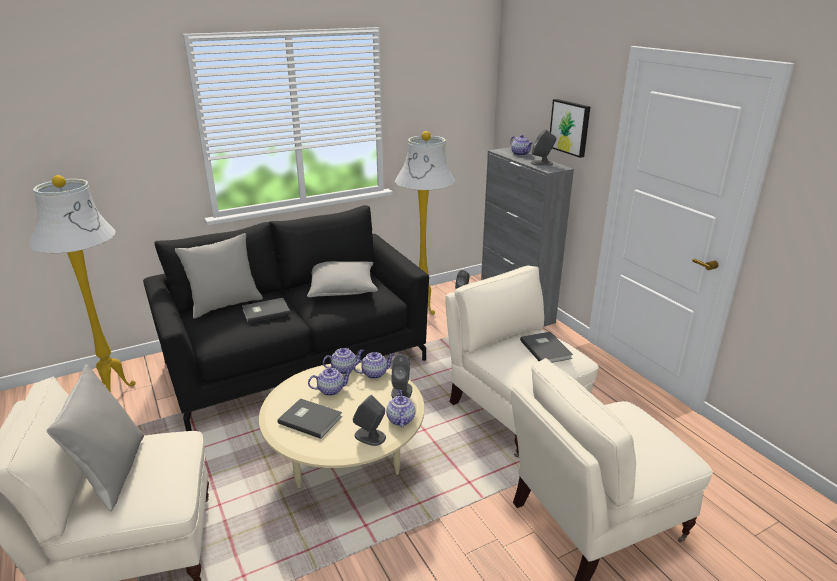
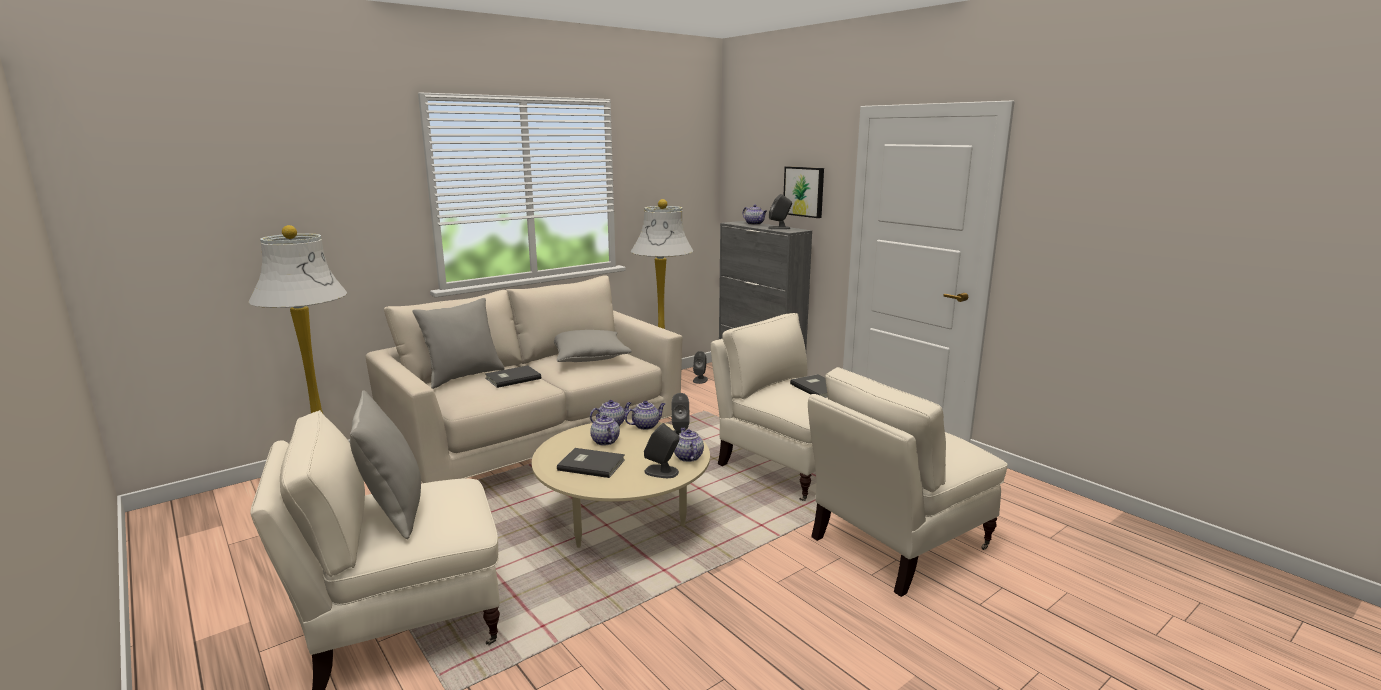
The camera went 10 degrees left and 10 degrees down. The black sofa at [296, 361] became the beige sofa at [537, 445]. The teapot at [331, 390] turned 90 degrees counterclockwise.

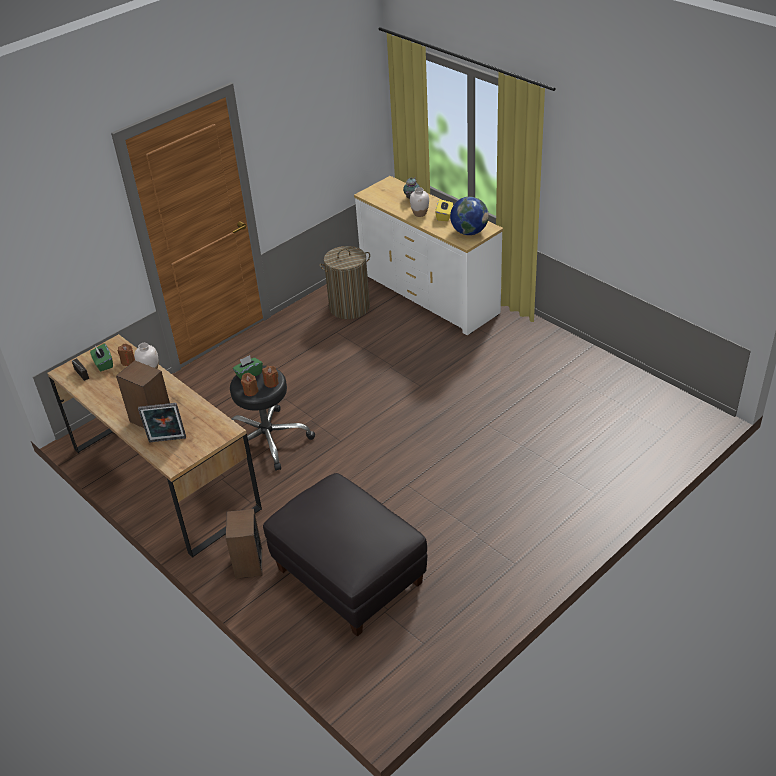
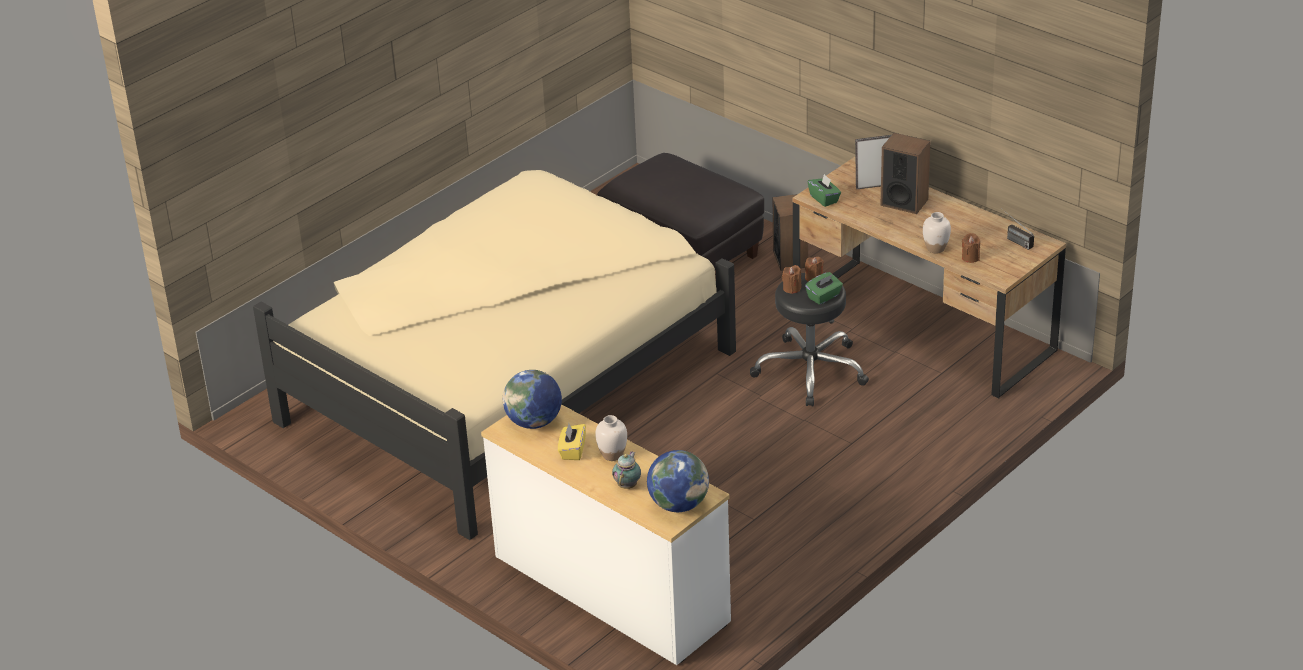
The camera went 175 degrees right and 5 degrees down. The laundry basket at [349, 307] disappeared. The beige bed at [505, 376] appeared. The globe at [678, 504] appeared. The green tissue box moved from [103, 364] to [824, 199].

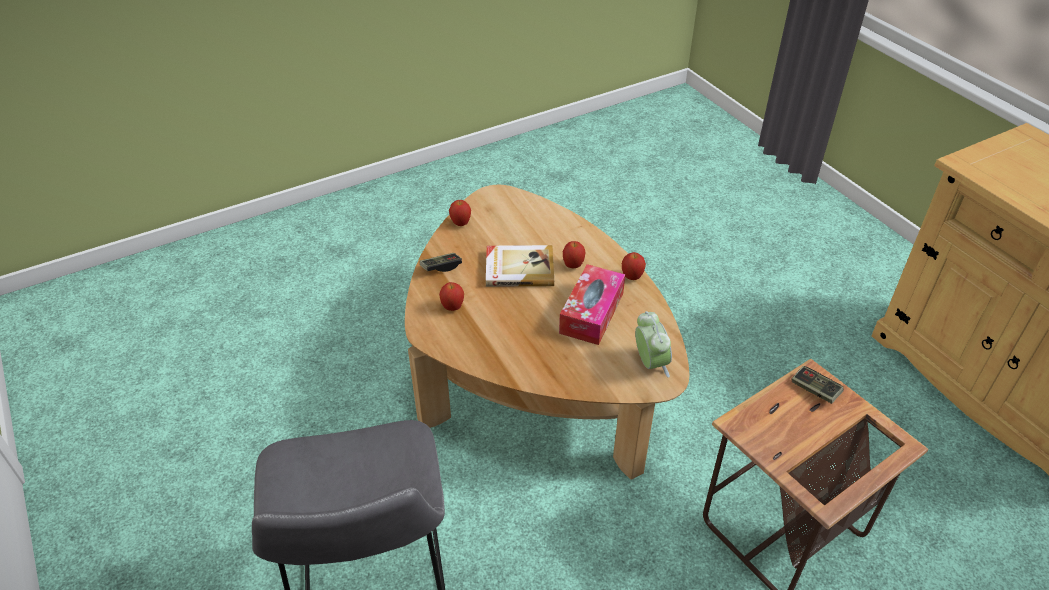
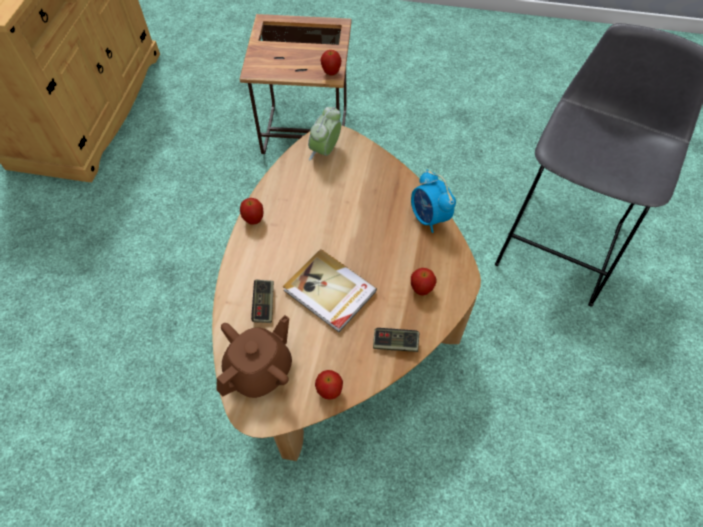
The camera went 140 degrees left and 15 degrees up. The tissue box at [591, 313] disappeared. The brown teapot at [260, 369] appeared. The alarm clock at [429, 218] appeared. The apple moved from [573, 266] to [331, 73]. The game controller moved from [815, 390] to [264, 305].

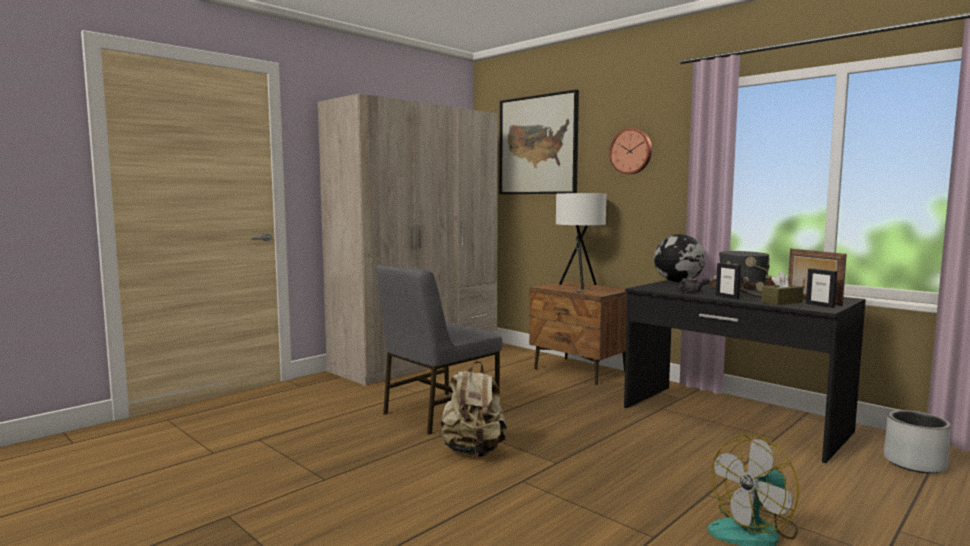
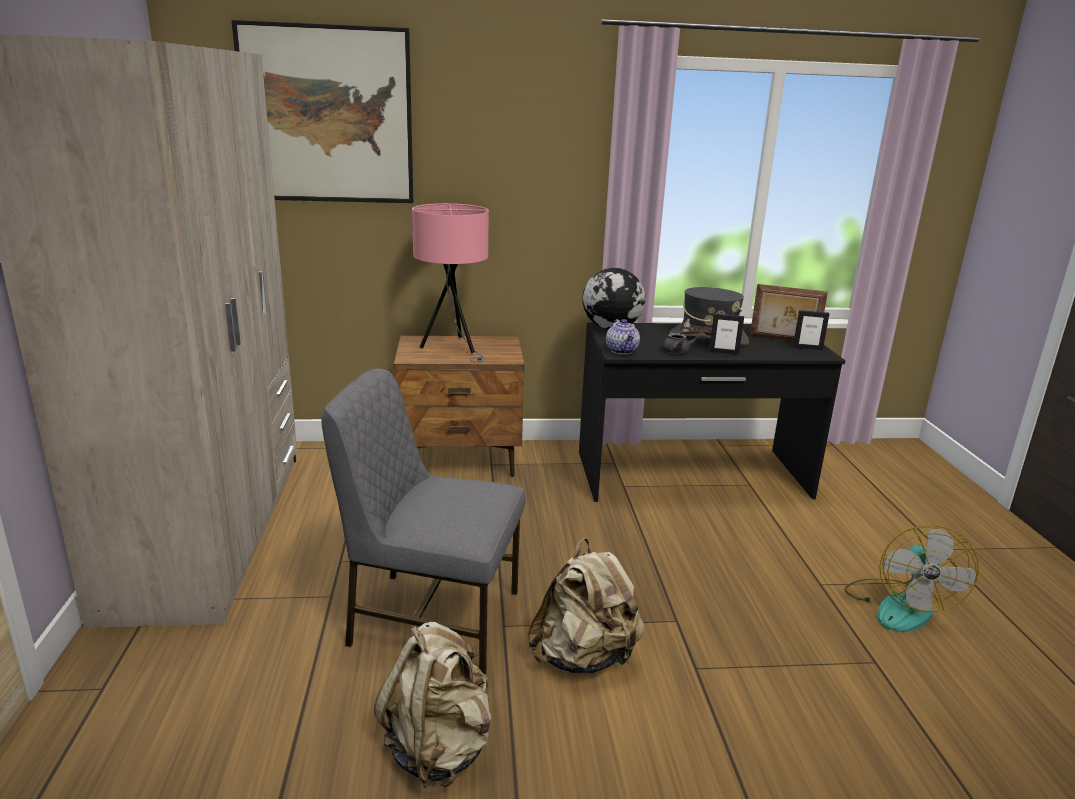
The camera went 50 degrees left and 15 degrees up. The wall clock at [631, 151] disappeared. The brown tissue box at [781, 302] disappeared. The grey planter at [913, 463] disappeared. The beige backpack at [439, 748] appeared. The teapot at [622, 351] appeared. The white table lamp at [579, 287] became the pink table lamp at [453, 348]. The grey chair at [438, 413] turned 105 degrees clockwise.

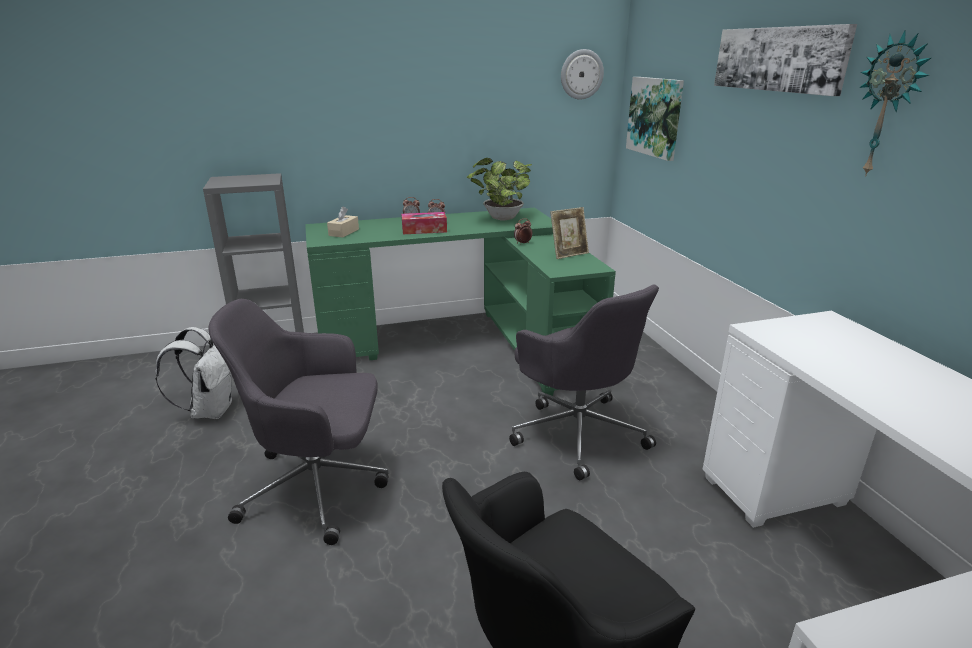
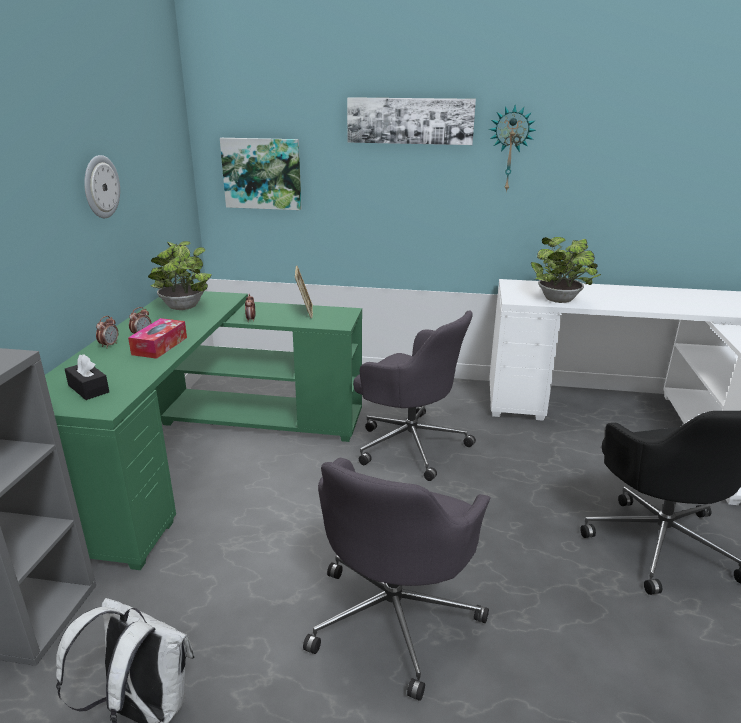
The camera went 65 degrees left and 0 degrees up. The potted plant at [560, 301] appeared. The wall clock moved from [581, 74] to [100, 187]. The beige tissue box at [344, 232] became the black tissue box at [88, 389]. The grey office chair at [577, 432] turned 45 degrees clockwise.

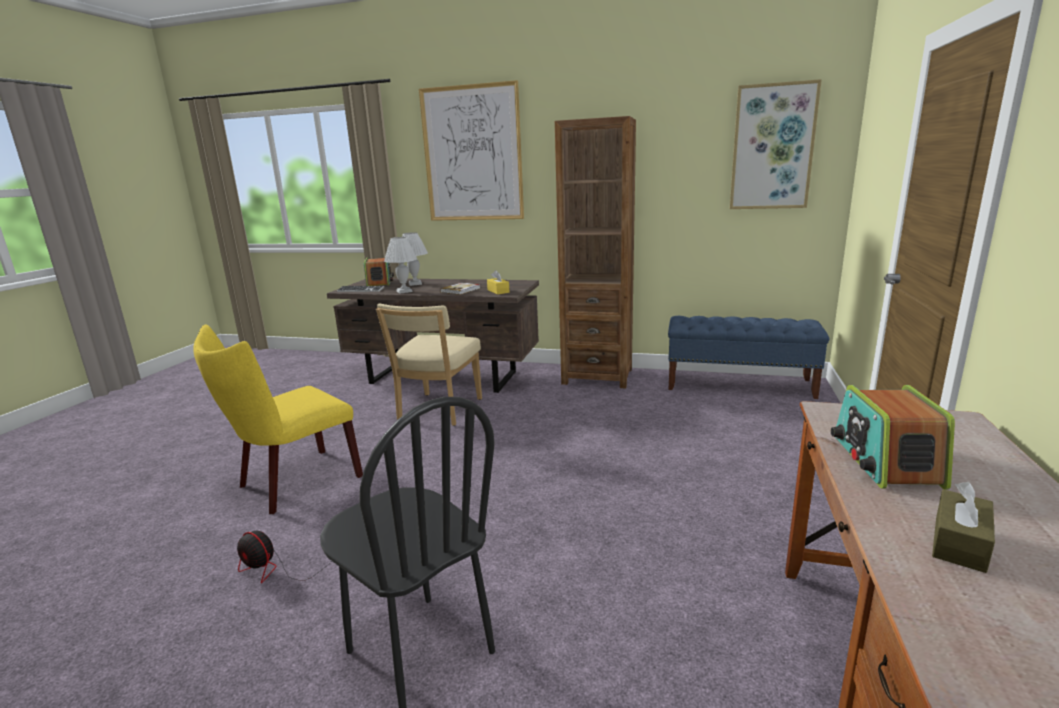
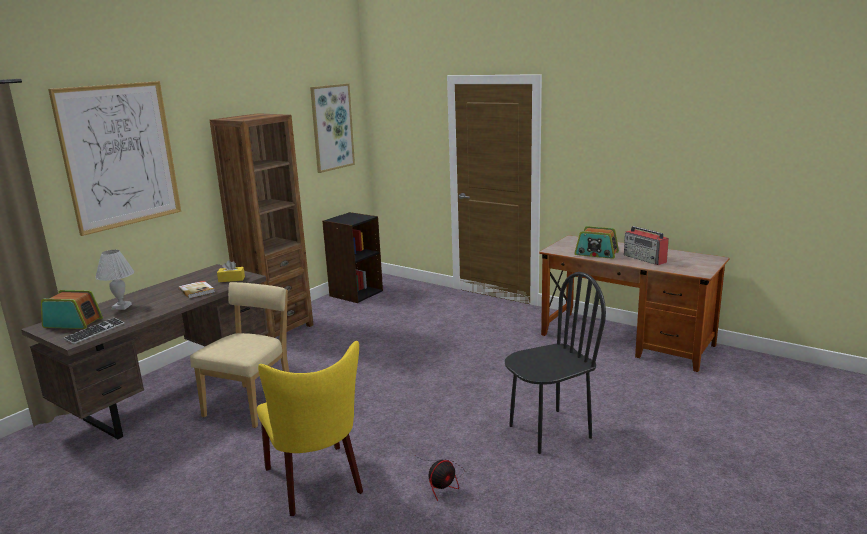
The camera went 70 degrees left and 0 degrees up. The white table lamp at [404, 291] disappeared. The blue bench at [739, 384] was replaced by the black bookcase at [355, 293]. The brown tissue box at [959, 543] was replaced by the radio at [645, 259]. The beige chair at [438, 411] turned 105 degrees counterclockwise.

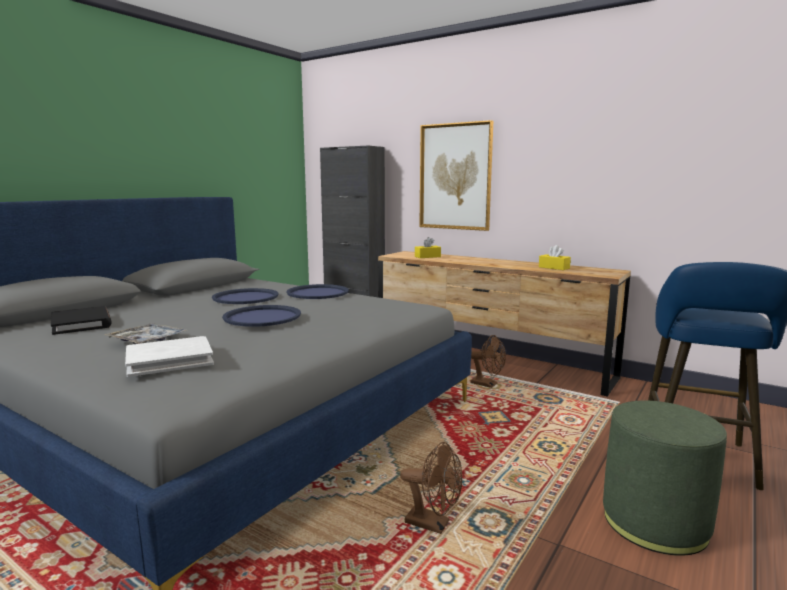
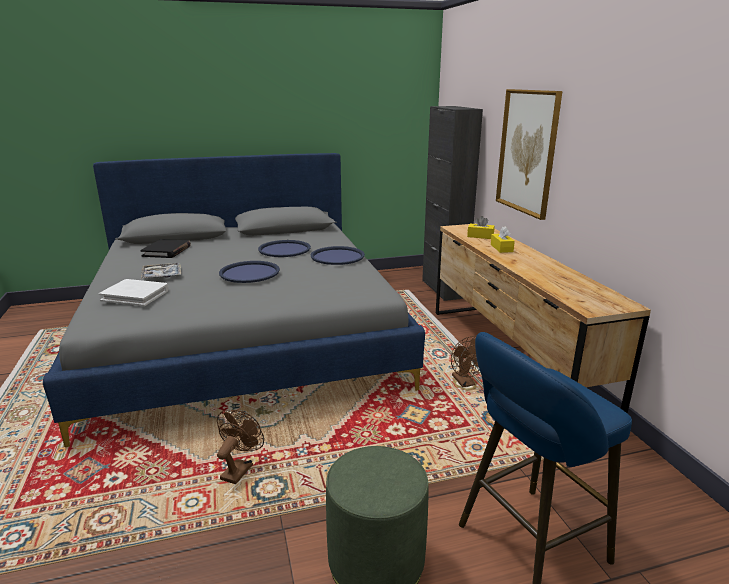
The camera went 40 degrees right and 10 degrees up. The yellow tissue box moved from [554, 268] to [501, 248]. The brown fan at [434, 524] turned 135 degrees counterclockwise.

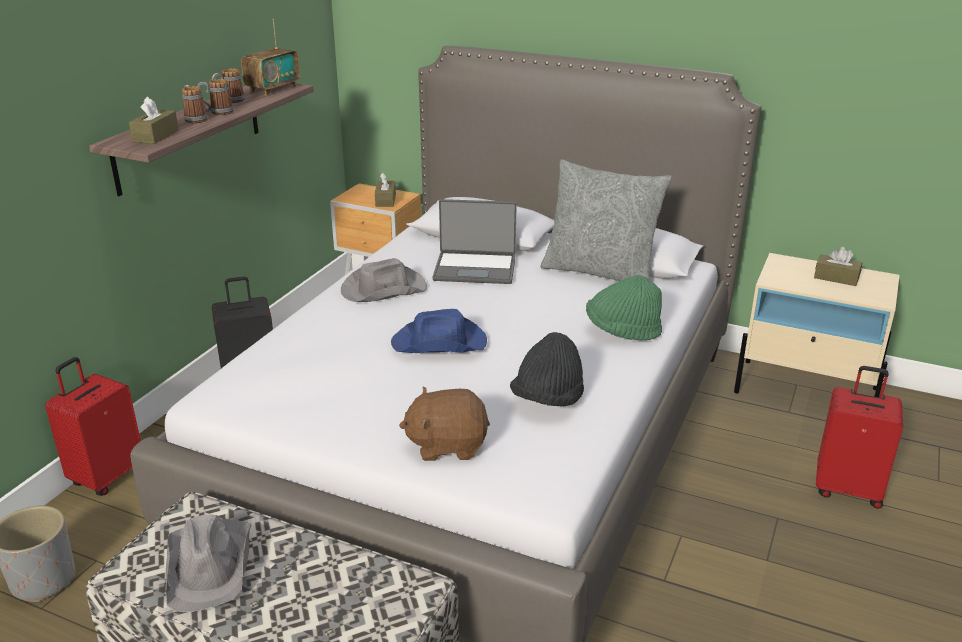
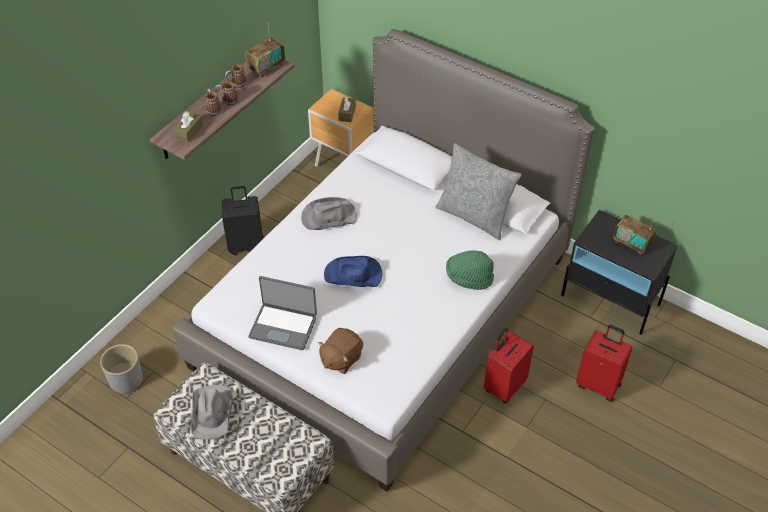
The camera went 10 degrees right and 20 degrees up. The black hat at [548, 399] disappeared. The red suitcase moved from [107, 476] to [504, 386]. The laptop moved from [475, 269] to [283, 326]. The brown tissue box at [836, 278] was replaced by the radio at [631, 243]. The beige nightstand at [806, 391] became the black nightstand at [611, 300]. The brown plush toy at [447, 445] turned 60 degrees counterclockwise.

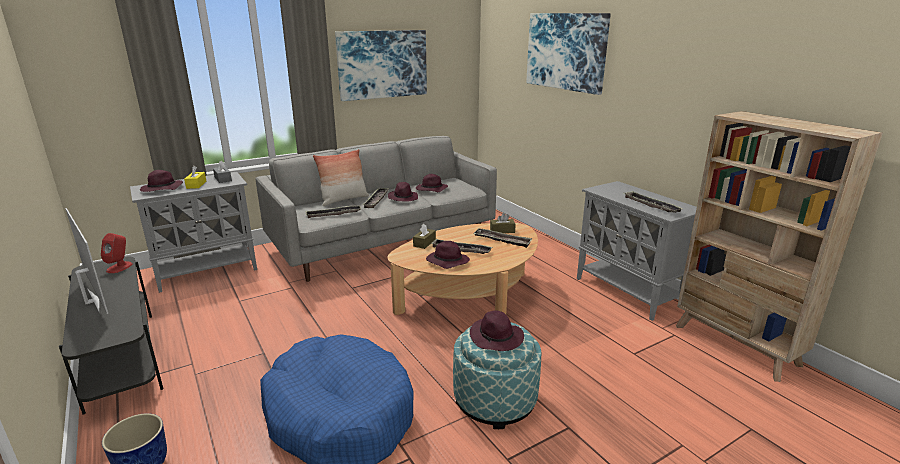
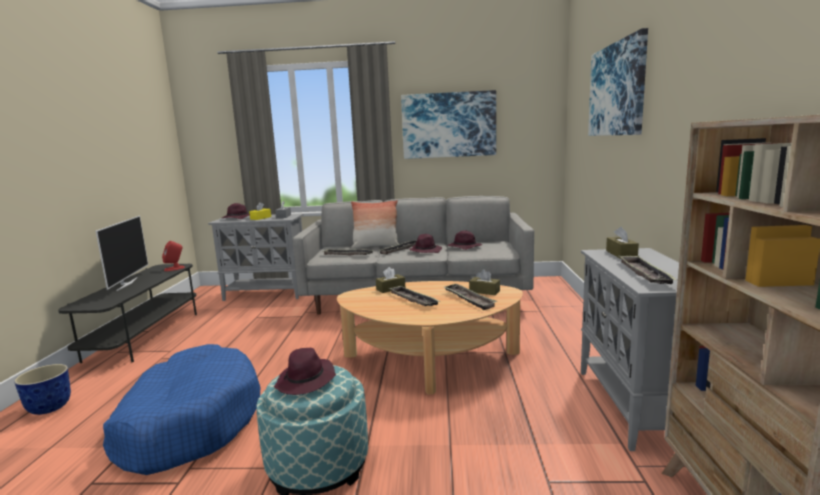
The camera went 35 degrees right and 10 degrees down. The purple hat at [447, 261] disappeared. The brown tissue box at [621, 254] appeared.

